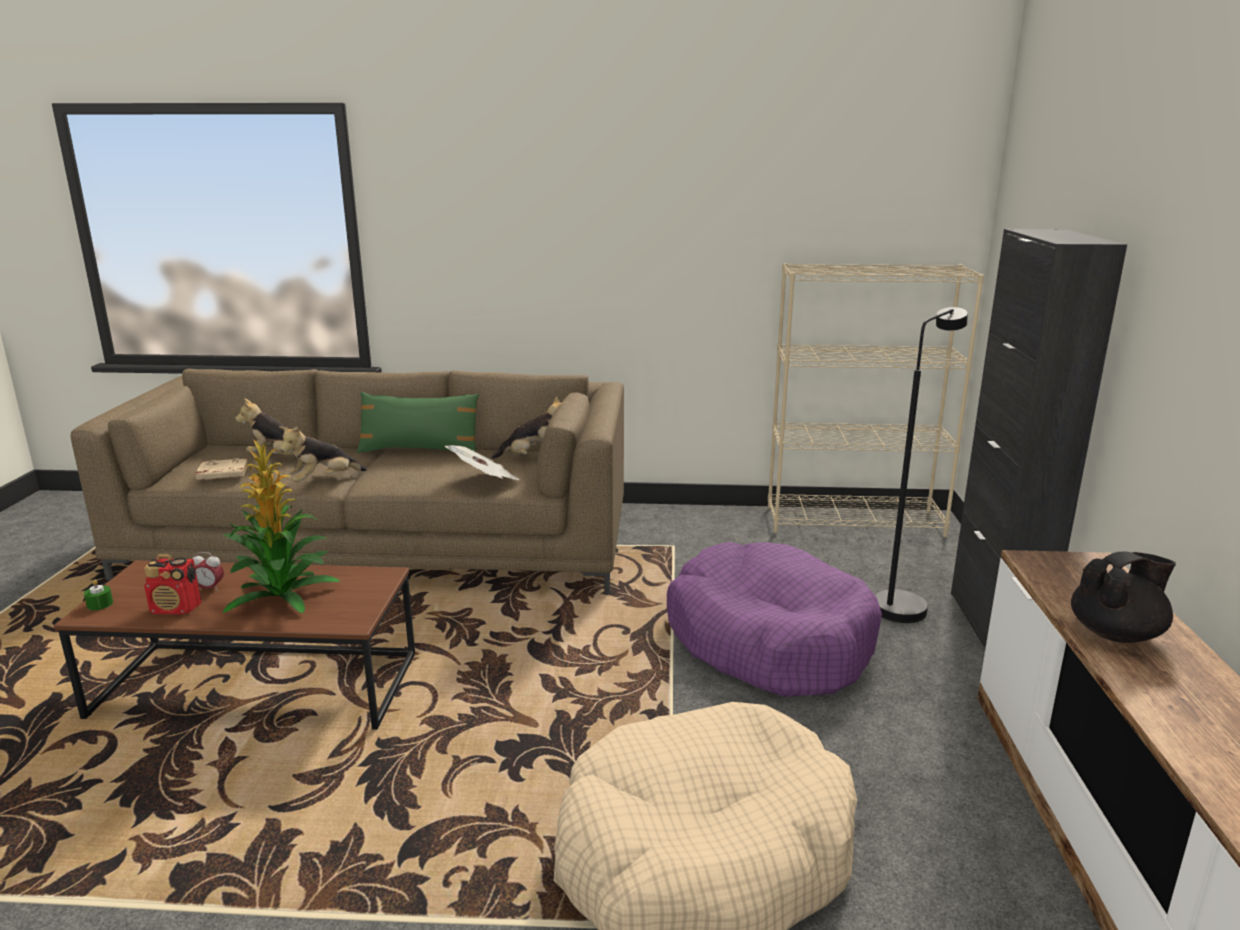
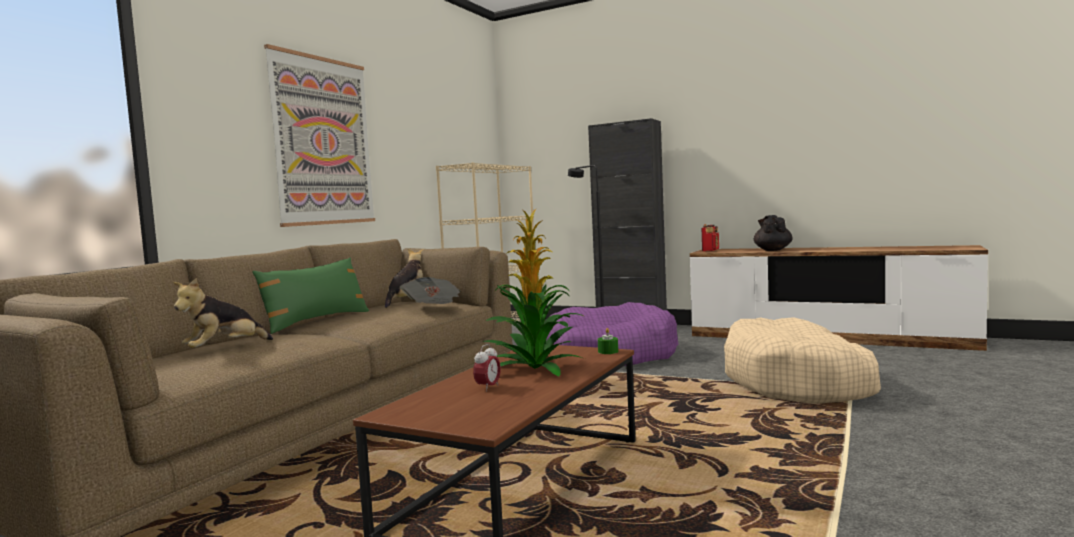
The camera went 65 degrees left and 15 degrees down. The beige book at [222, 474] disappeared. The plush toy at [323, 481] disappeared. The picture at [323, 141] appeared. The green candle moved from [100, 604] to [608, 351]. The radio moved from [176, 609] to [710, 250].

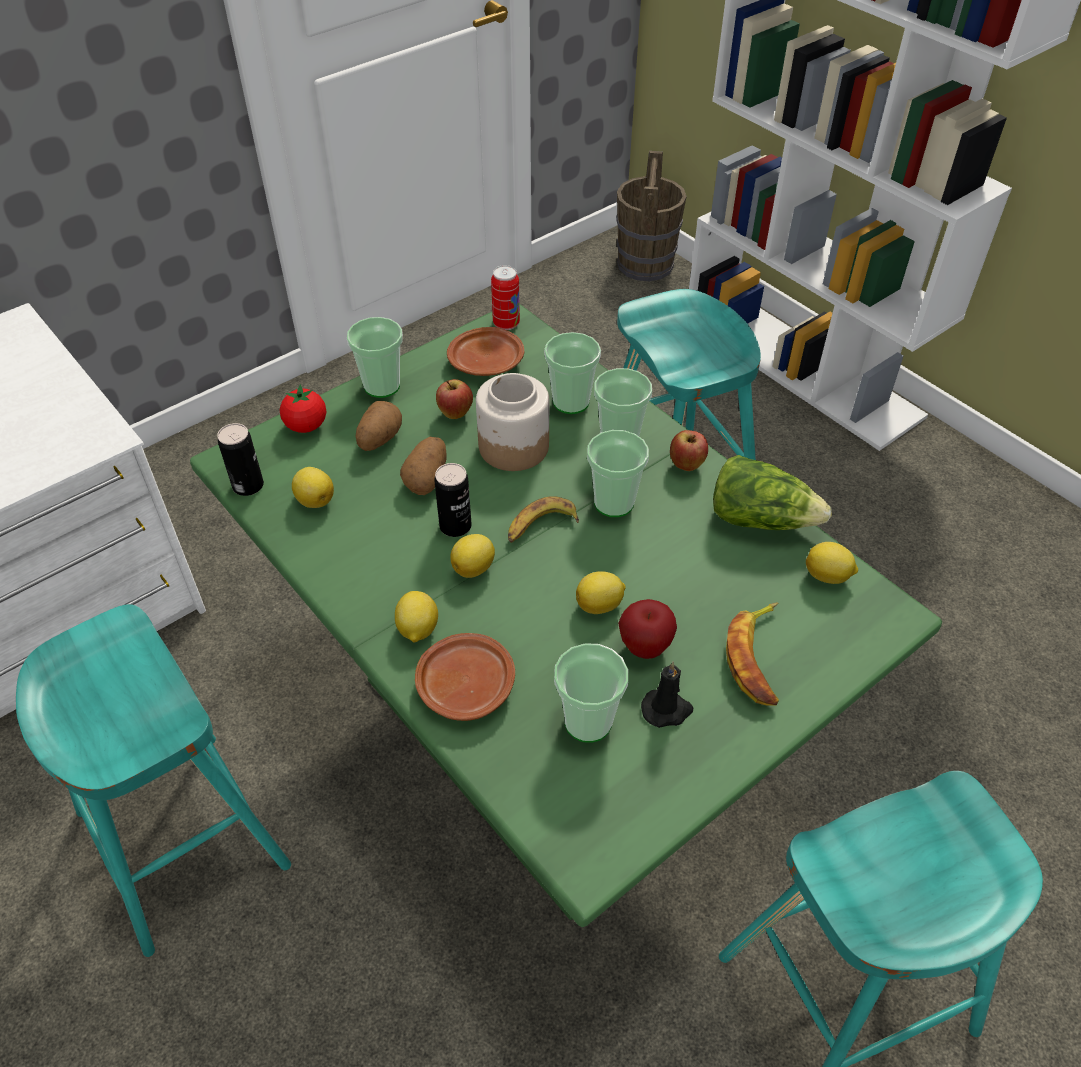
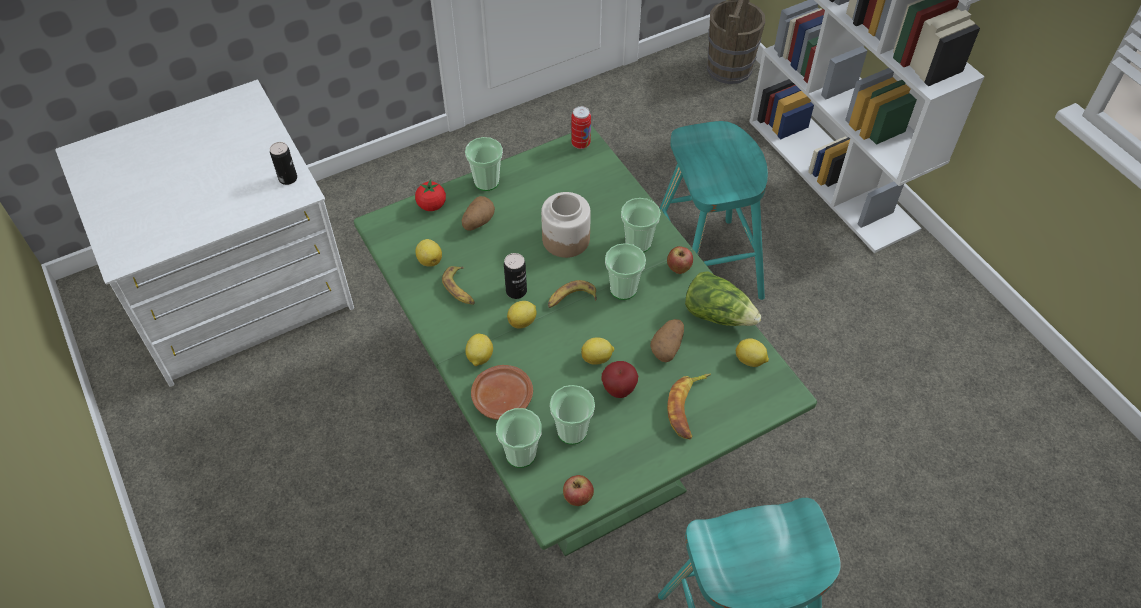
The camera went 10 degrees right and 5 degrees up. The turquoise stool at [183, 839] disappeared. The brown plate at [487, 362] disappeared. The black candle at [667, 710] disappeared. The banana at [460, 289] appeared. The can moved from [248, 486] to [288, 178]. The potato moved from [427, 478] to [667, 347]. The apple moved from [455, 414] to [578, 499]. The cup moved from [571, 402] to [520, 454].

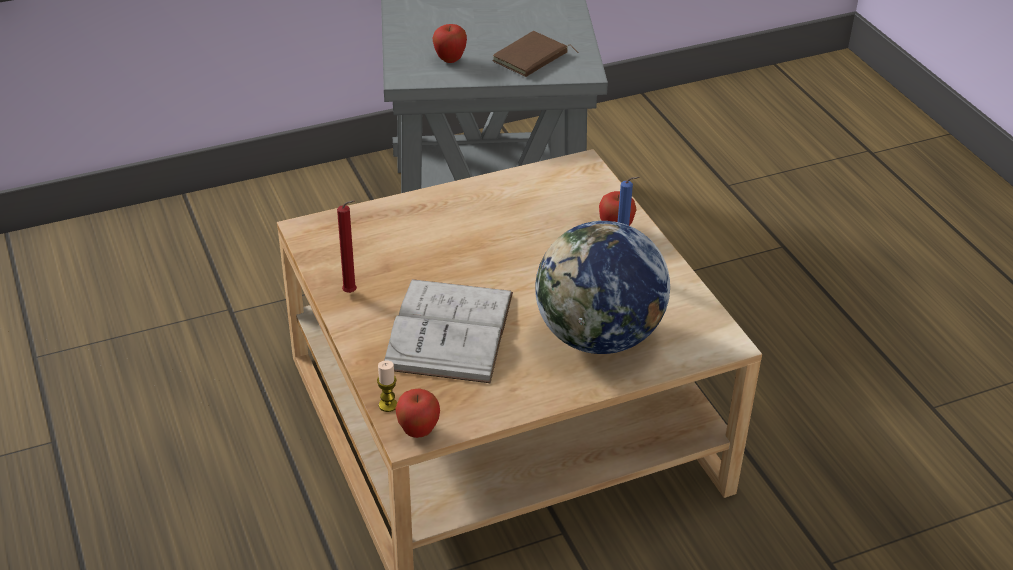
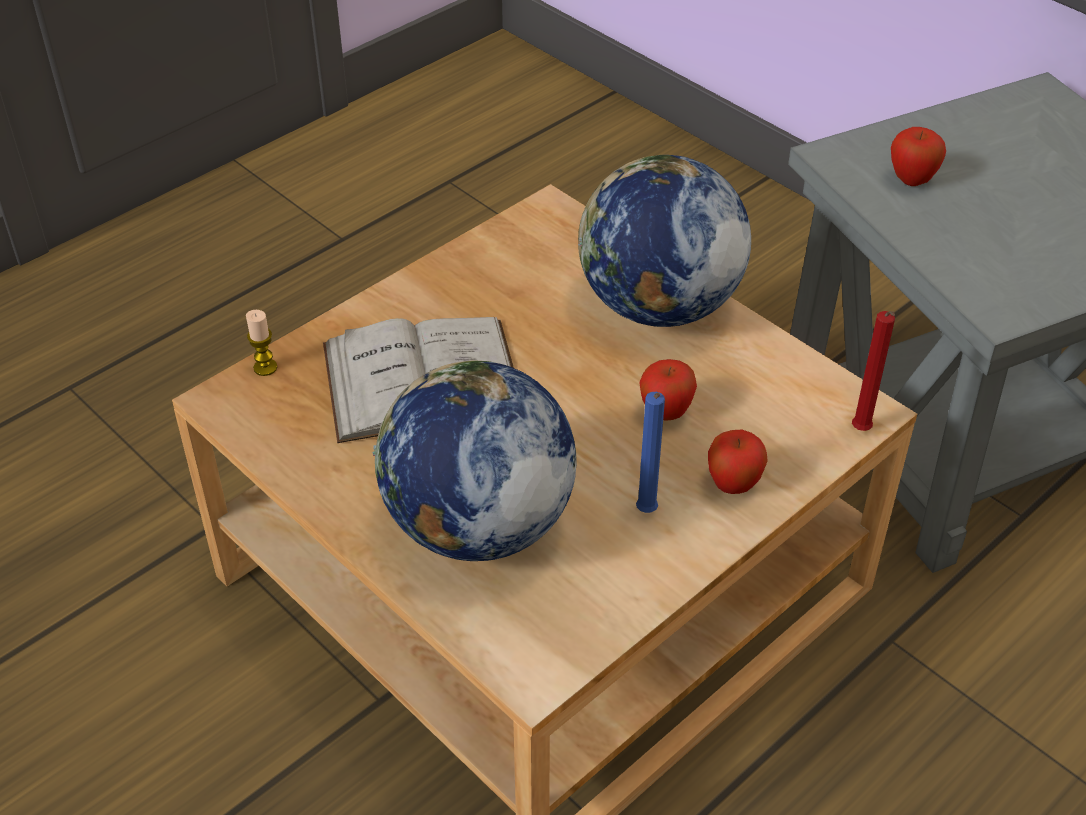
The camera went 70 degrees right and 5 degrees up. The brown book at [531, 59] disappeared. The globe at [658, 306] appeared. The red candle moved from [352, 293] to [861, 432]. The apple moved from [418, 431] to [665, 413].

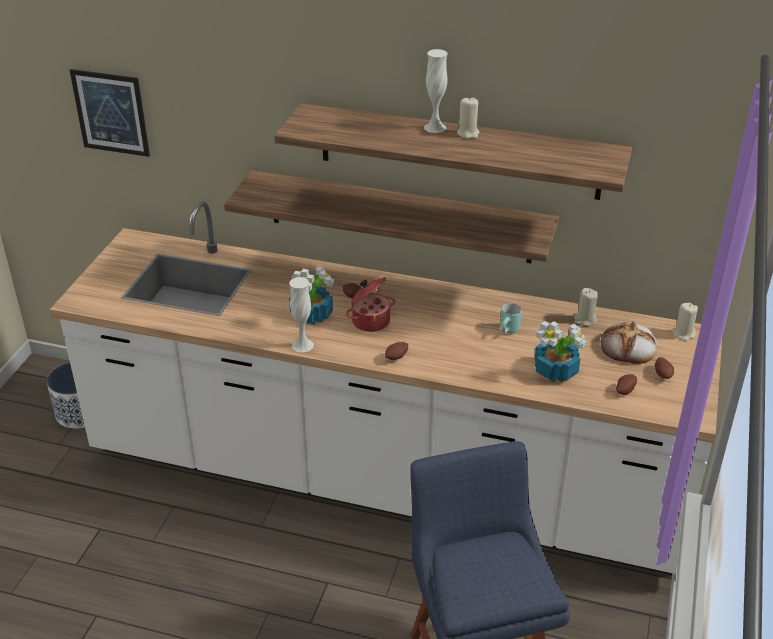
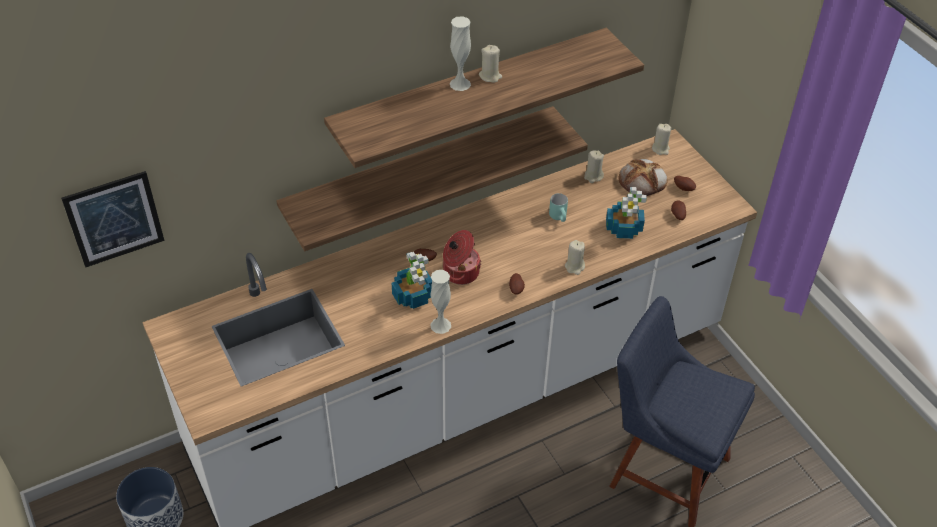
The camera went 45 degrees left and 10 degrees up. The beige candle at [574, 267] appeared.

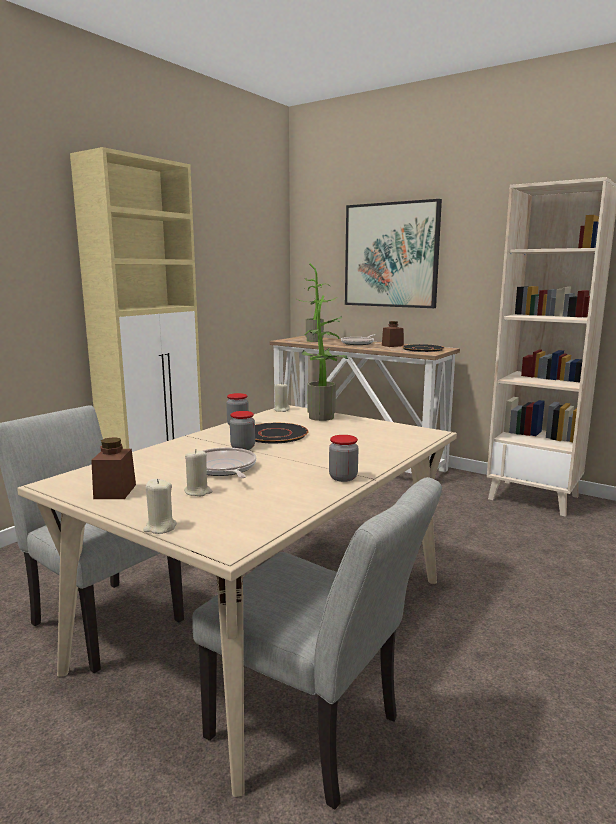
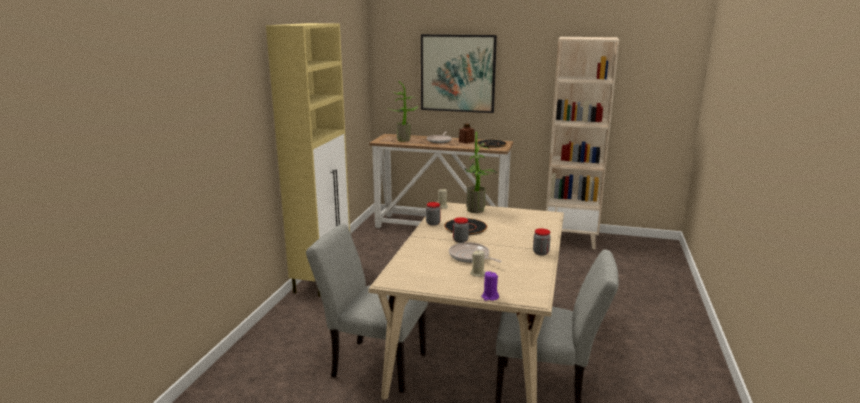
The camera went 20 degrees left and 5 degrees up. The brown jar at [115, 491] disappeared. The beige candle at [160, 528] became the purple candle at [490, 297].

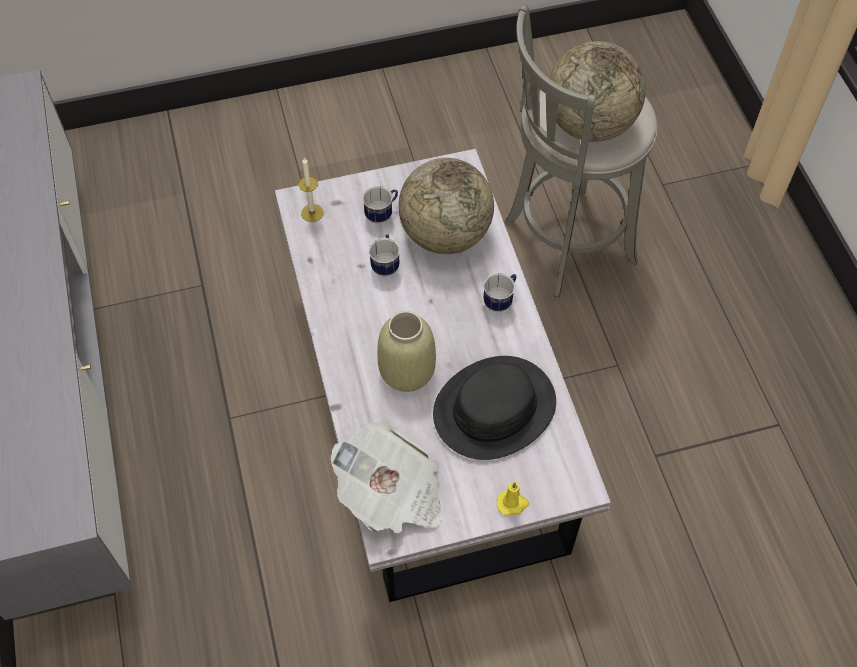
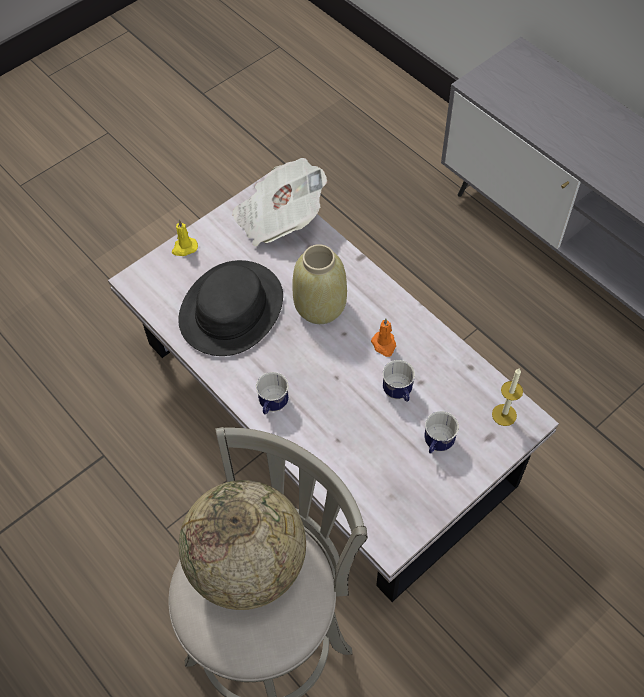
The camera went 155 degrees right and 0 degrees up. The globe at [445, 234] disappeared. The orange candle at [384, 345] appeared.

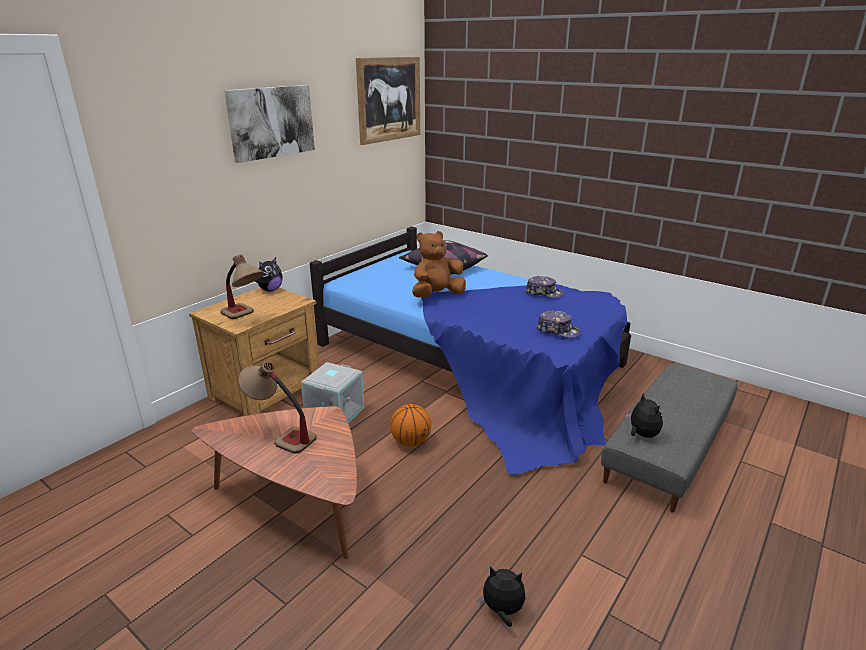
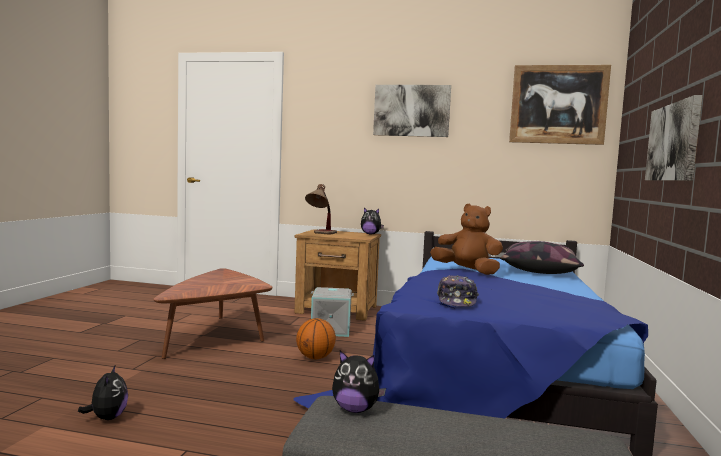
The camera went 65 degrees right and 20 degrees down. The table lamp at [280, 435] disappeared. The cap at [544, 293] disappeared. The picture at [673, 142] appeared. The plush toy at [641, 435] turned 60 degrees clockwise.

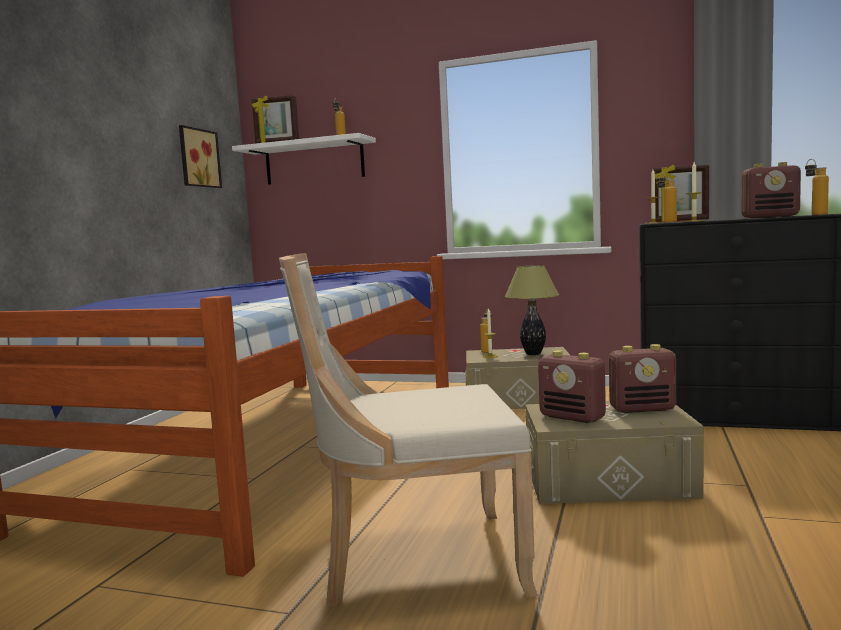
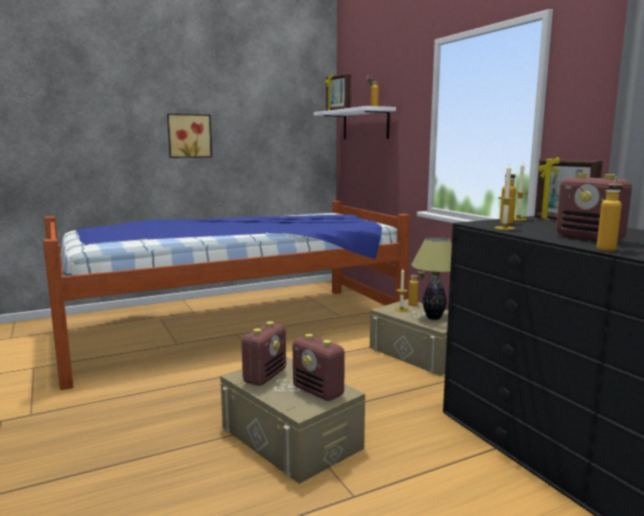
The camera went 45 degrees right and 5 degrees up. The beige chair at [413, 561] disappeared. The picture moved from [197, 158] to [189, 136]. The radio at [573, 417] turned 150 degrees counterclockwise.

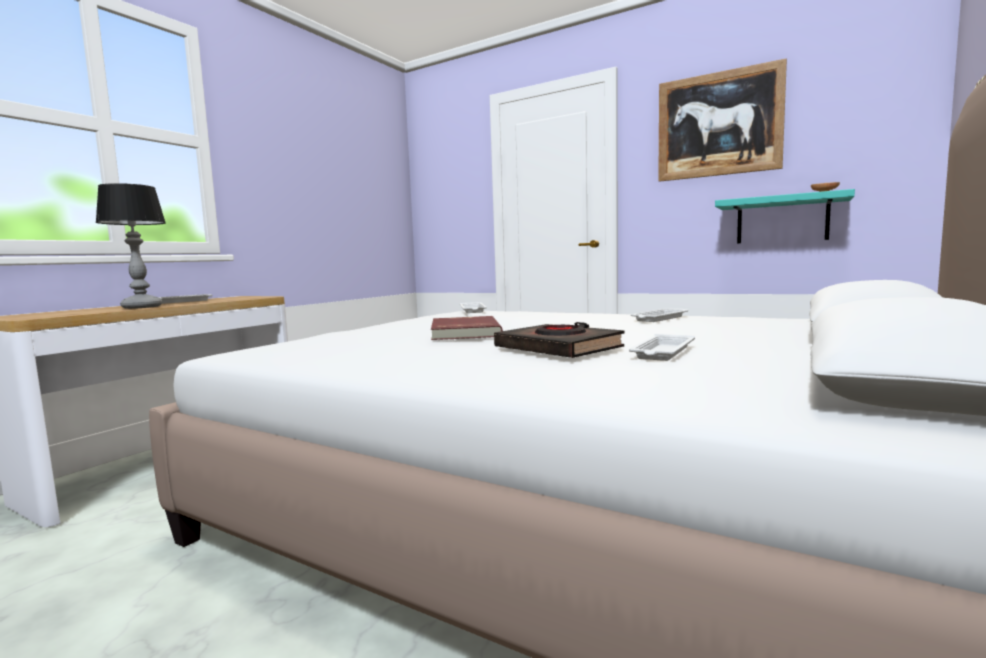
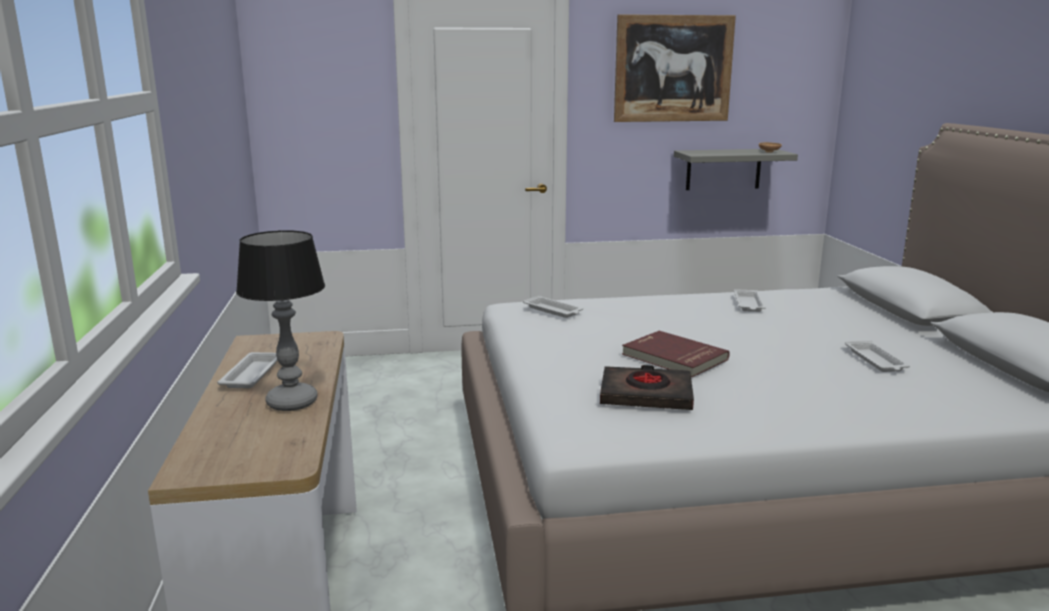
The camera went 40 degrees left and 10 degrees up. The black book moved from [558, 349] to [646, 395]. The turquoise shelf at [782, 220] became the grey shelf at [723, 169].

